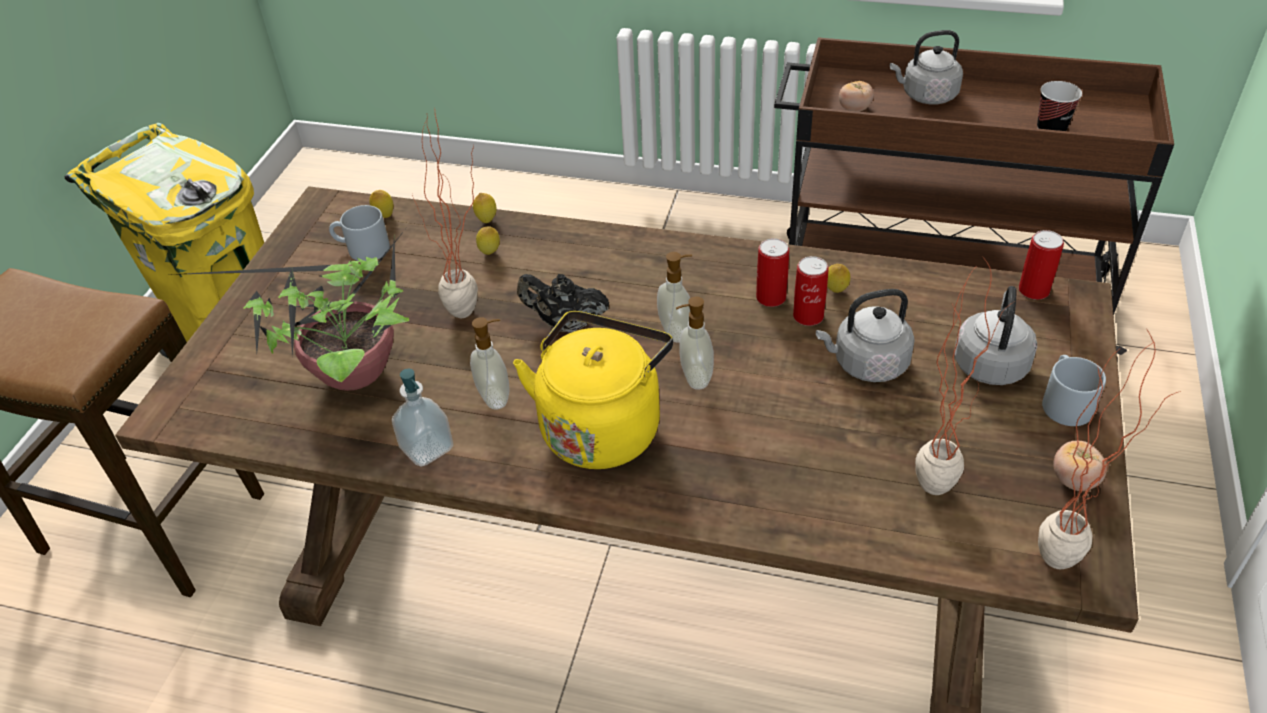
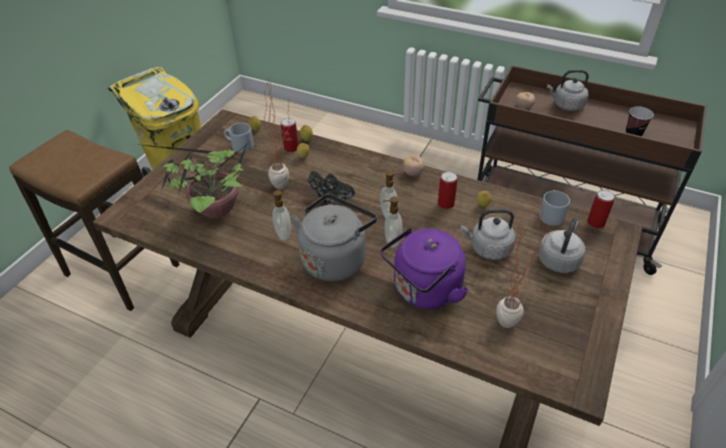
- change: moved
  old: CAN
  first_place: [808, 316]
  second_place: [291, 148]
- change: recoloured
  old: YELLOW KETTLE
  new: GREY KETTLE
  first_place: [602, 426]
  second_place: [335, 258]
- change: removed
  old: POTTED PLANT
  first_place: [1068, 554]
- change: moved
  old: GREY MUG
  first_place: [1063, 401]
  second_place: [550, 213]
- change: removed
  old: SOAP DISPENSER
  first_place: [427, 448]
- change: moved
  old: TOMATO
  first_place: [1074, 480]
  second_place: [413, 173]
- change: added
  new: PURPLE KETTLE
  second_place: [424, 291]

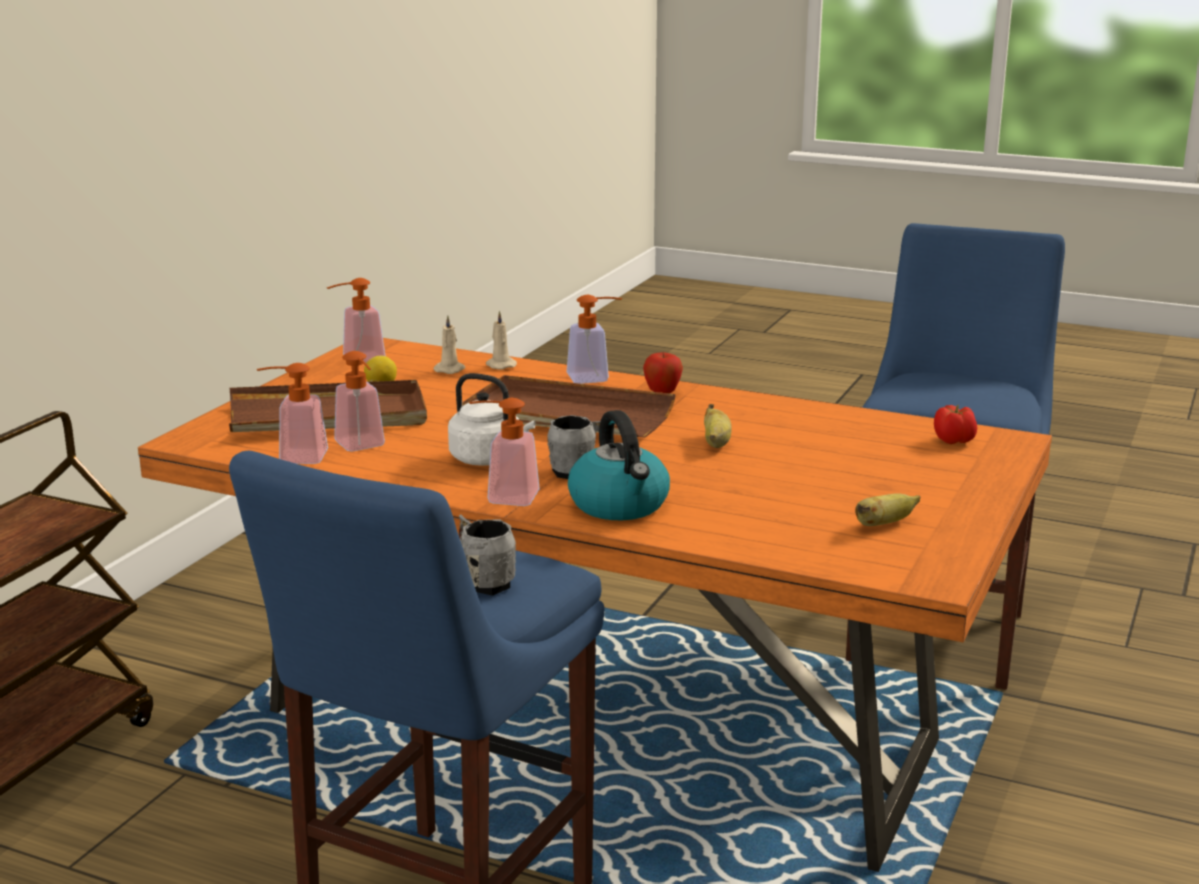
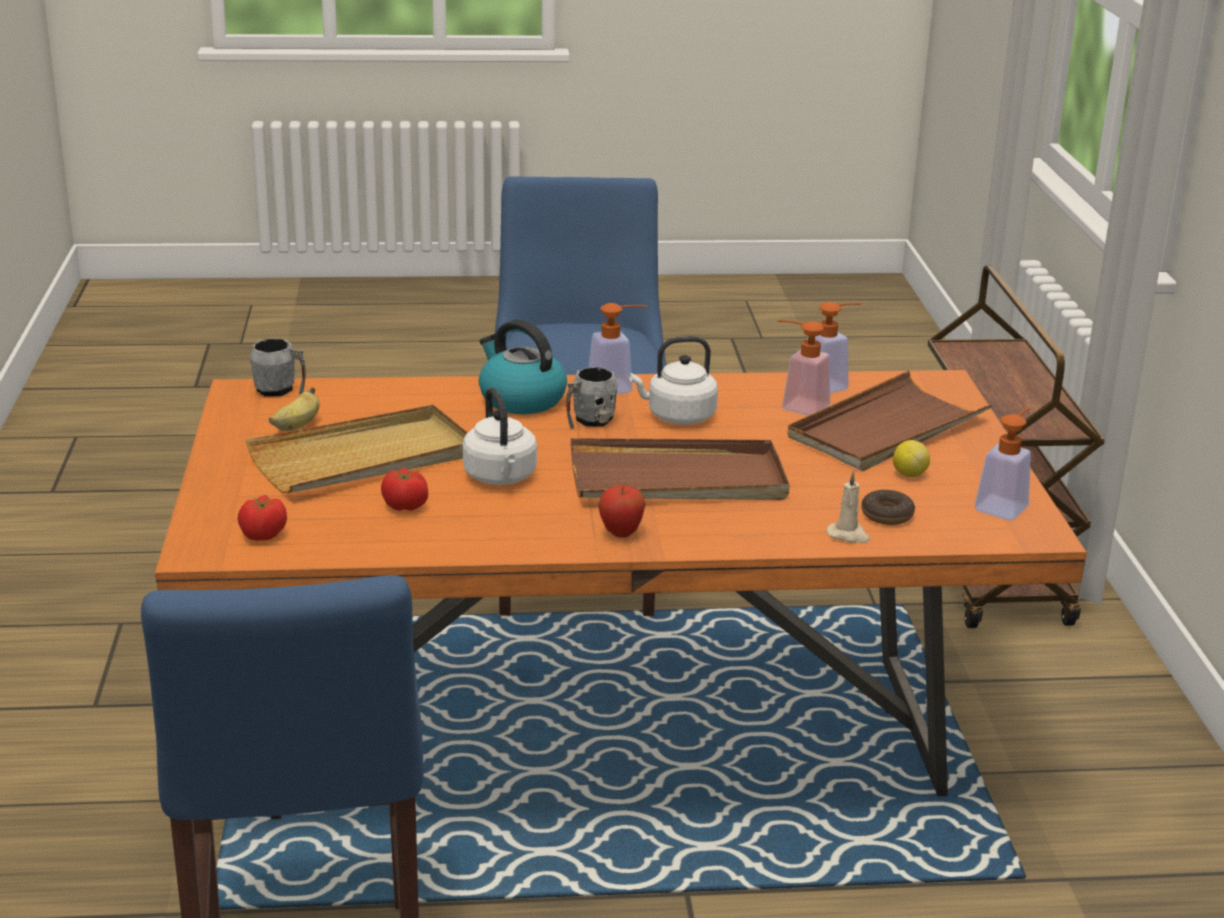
- change: removed
  old: SOAP DISPENSER
  first_place: [595, 378]
- change: replaced
  old: BEIGE CANDLE
  new: DONUT
  first_place: [450, 369]
  second_place: [887, 515]
- change: replaced
  old: BANANA
  new: WHITE KETTLE
  first_place: [716, 443]
  second_place: [501, 477]
- change: moved
  old: GREY MUG
  first_place: [483, 582]
  second_place: [280, 391]
- change: added
  new: BEIGE TRAY
  second_place: [365, 458]
- change: added
  new: TOMATO
  second_place: [405, 506]

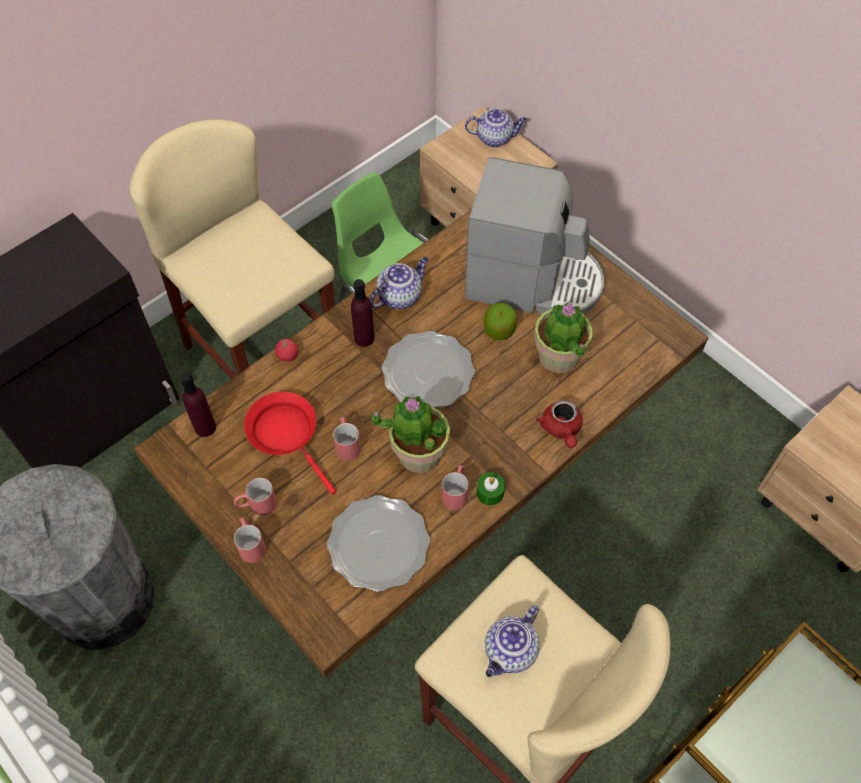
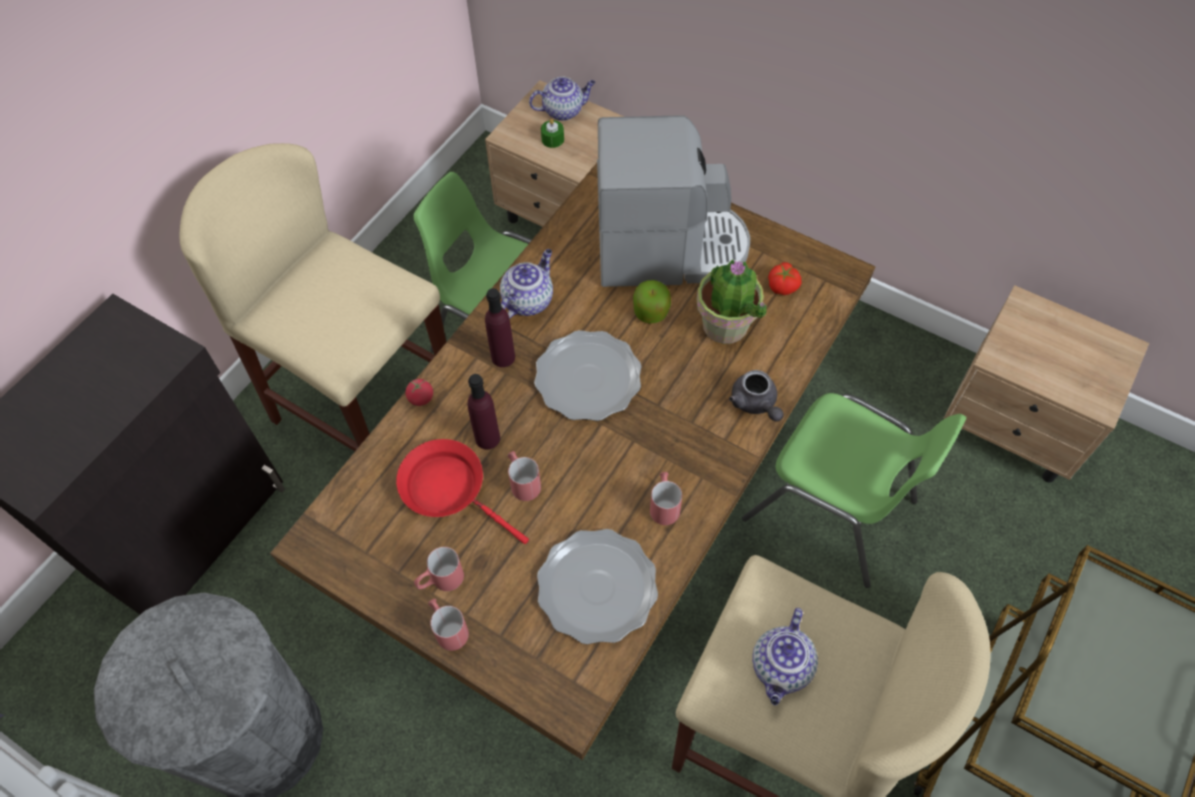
- change: moved
  old: PURPLE BOTTLE
  first_place: [205, 427]
  second_place: [487, 438]
- change: removed
  old: POTTED PLANT
  first_place: [418, 453]
- change: recoloured
  old: RED TEAPOT
  new: GREY TEAPOT
  first_place: [561, 429]
  second_place: [755, 404]
- change: moved
  old: GREEN CANDLE
  first_place: [490, 492]
  second_place: [552, 139]
- change: added
  new: TOMATO
  second_place: [783, 286]
- change: added
  new: GREEN CHAIR
  second_place: [832, 511]

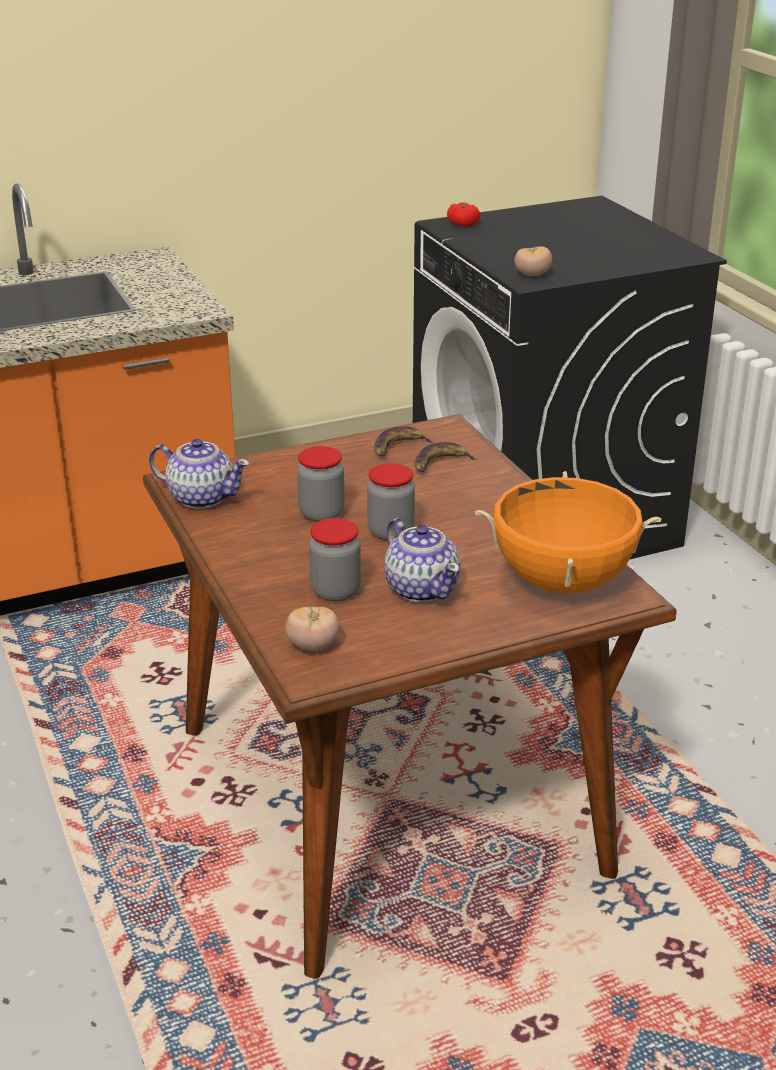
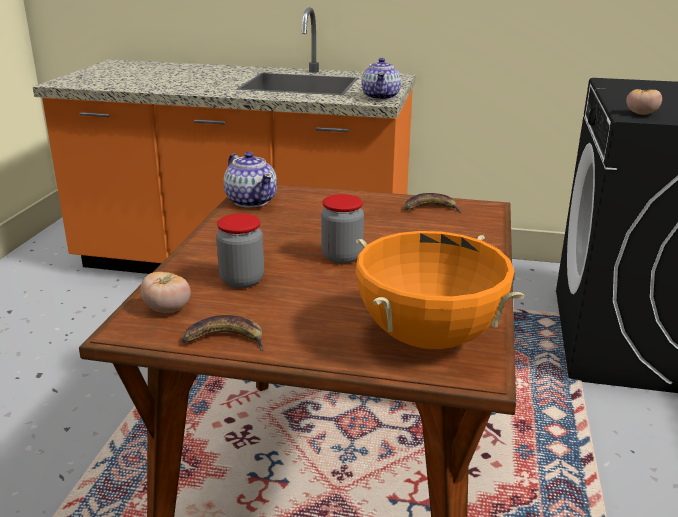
- change: removed
  old: TOMATO
  first_place: [463, 224]
- change: moved
  old: BANANA
  first_place: [440, 463]
  second_place: [224, 339]
- change: removed
  old: JAR
  first_place: [321, 514]
- change: moved
  old: TEAPOT
  first_place: [422, 588]
  second_place: [381, 97]

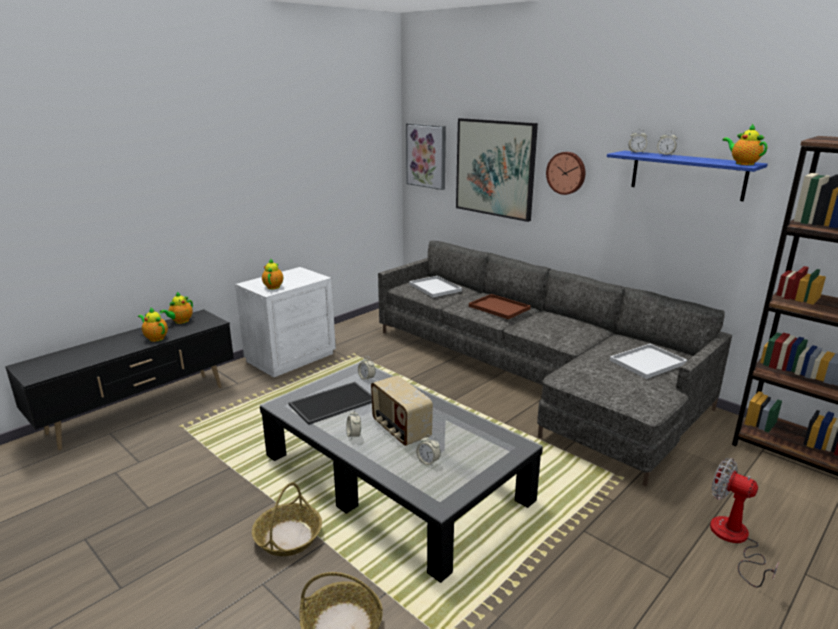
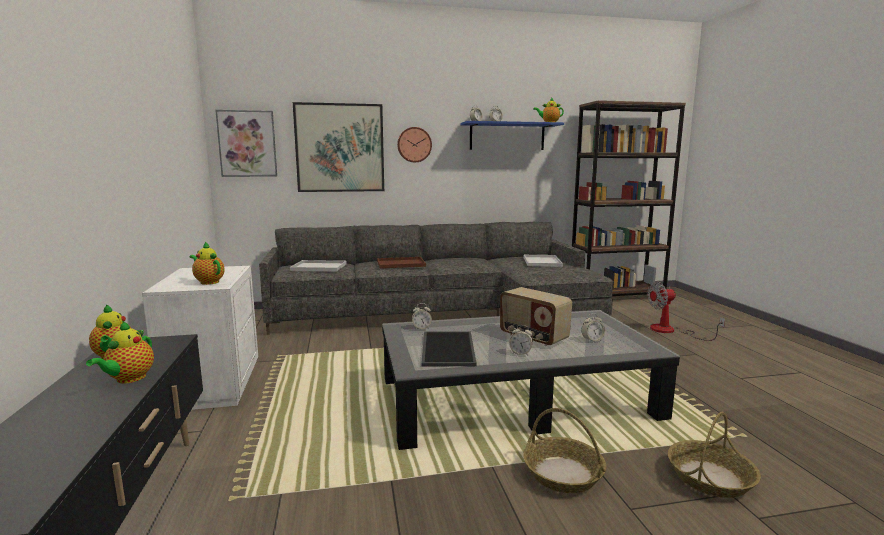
- change: turned
  old: TEAPOT
  first_place: [155, 338]
  second_place: [128, 379]
  degrees: -60
- change: turned
  old: RADIO
  first_place: [400, 430]
  second_place: [533, 337]
  degrees: 45

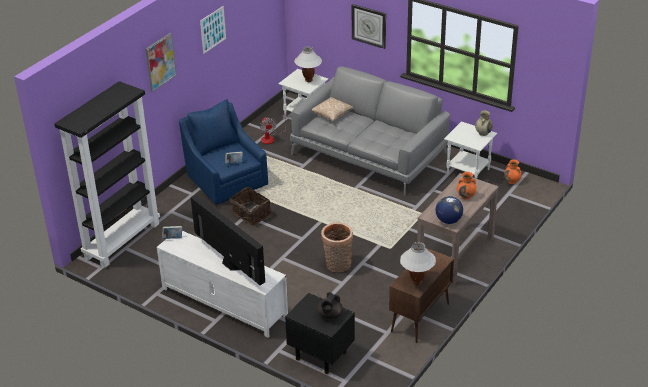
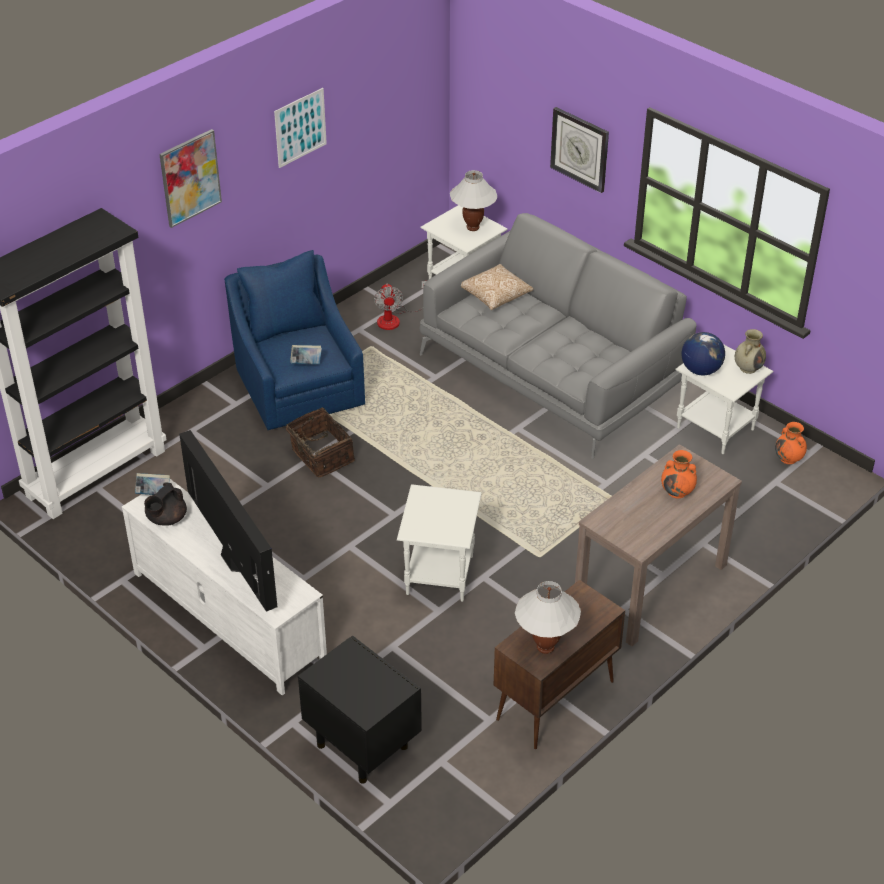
- change: moved
  old: GLOBE
  first_place: [448, 220]
  second_place: [700, 370]
- change: replaced
  old: BASKET
  new: WHITE SIDE TABLE
  first_place: [337, 266]
  second_place: [439, 576]
- change: moved
  old: BLACK TEAPOT
  first_place: [329, 315]
  second_place: [166, 519]

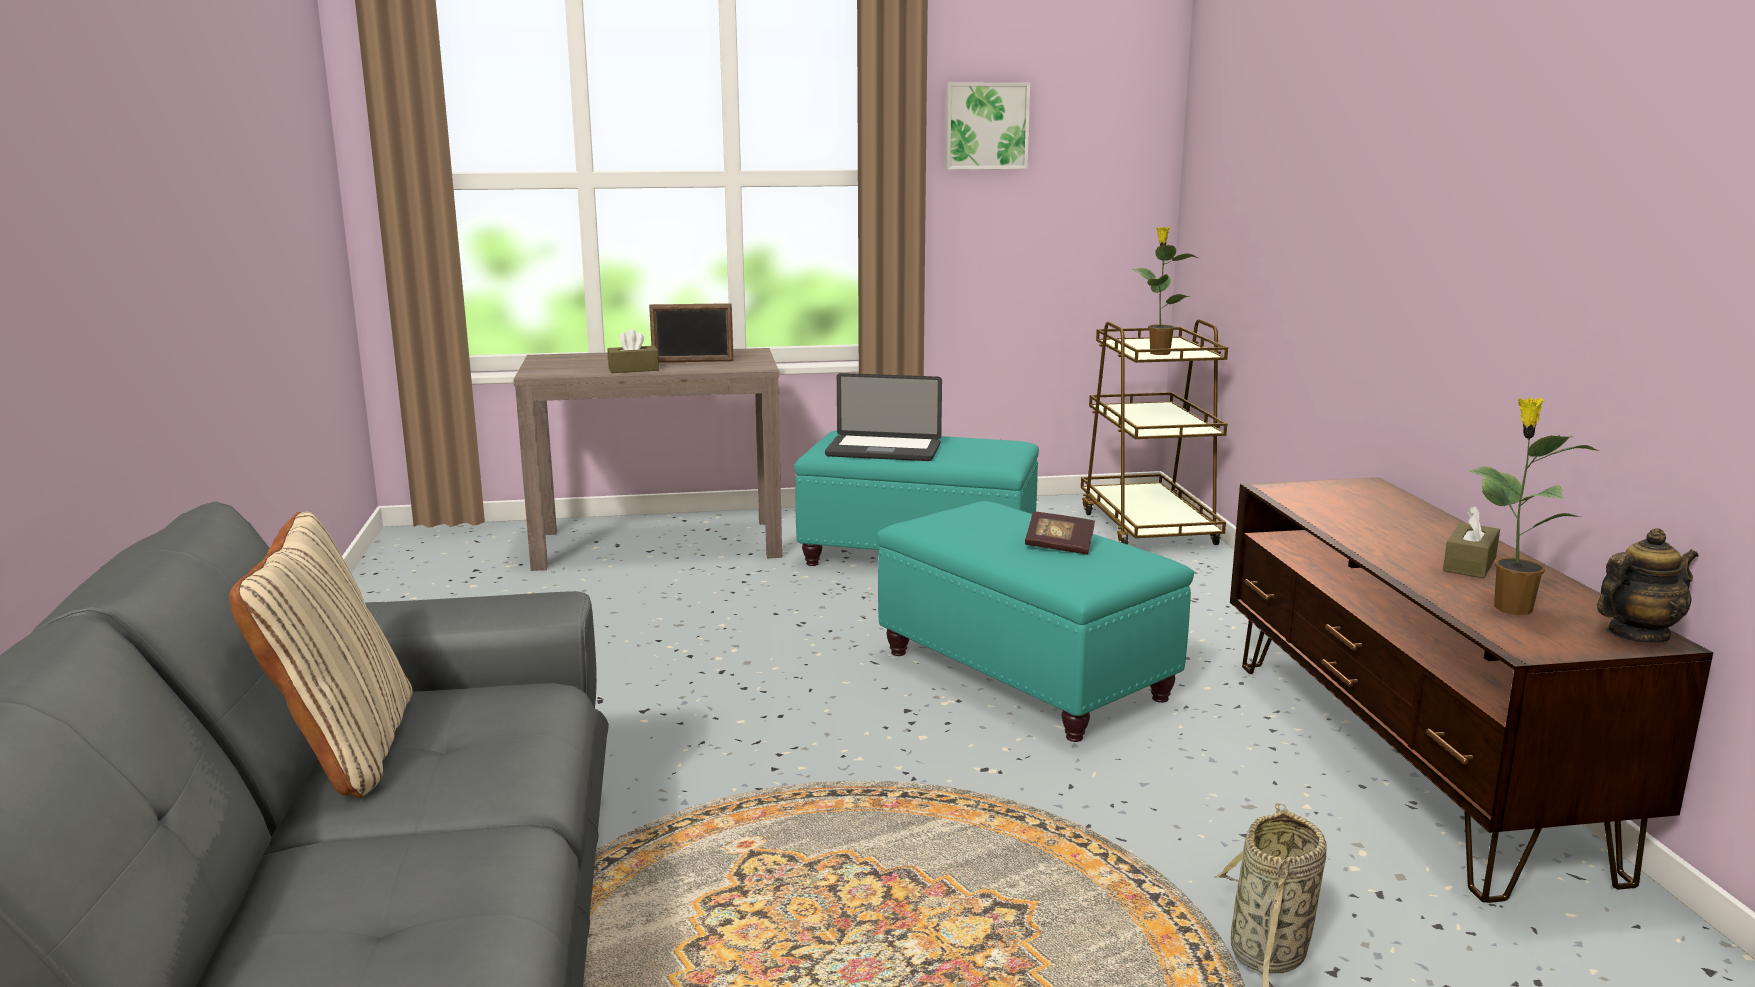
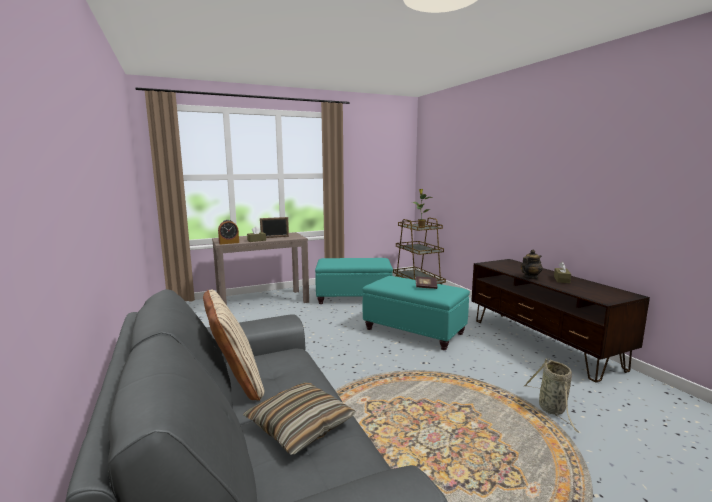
- change: removed
  old: PICTURE
  first_place: [986, 126]
- change: removed
  old: LAPTOP
  first_place: [883, 450]
- change: removed
  old: POTTED PLANT
  first_place: [1510, 607]
- change: moved
  old: TEAPOT
  first_place: [1636, 634]
  second_place: [530, 277]
- change: added
  new: ALARM CLOCK
  second_place: [229, 243]
- change: added
  new: PILLOW
  second_place: [300, 426]

